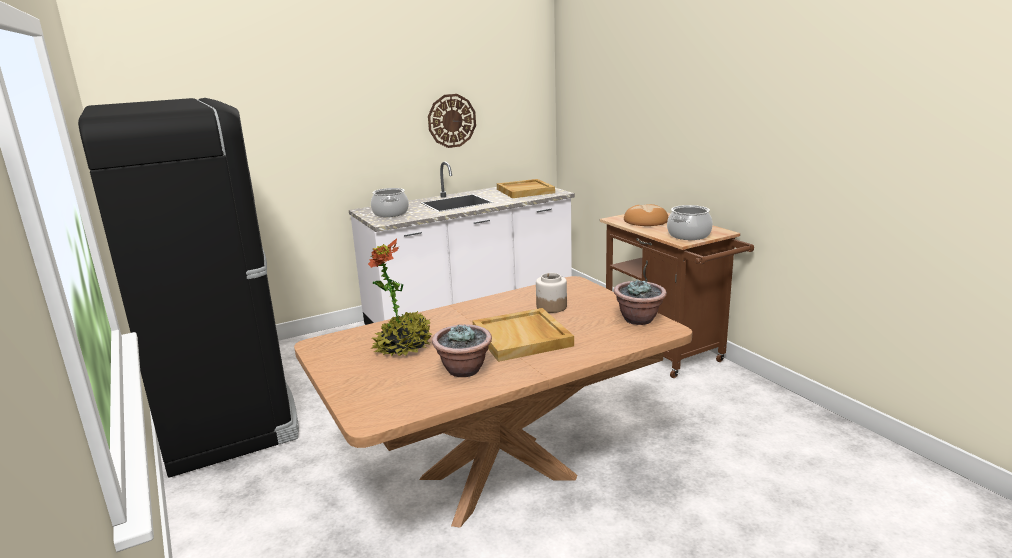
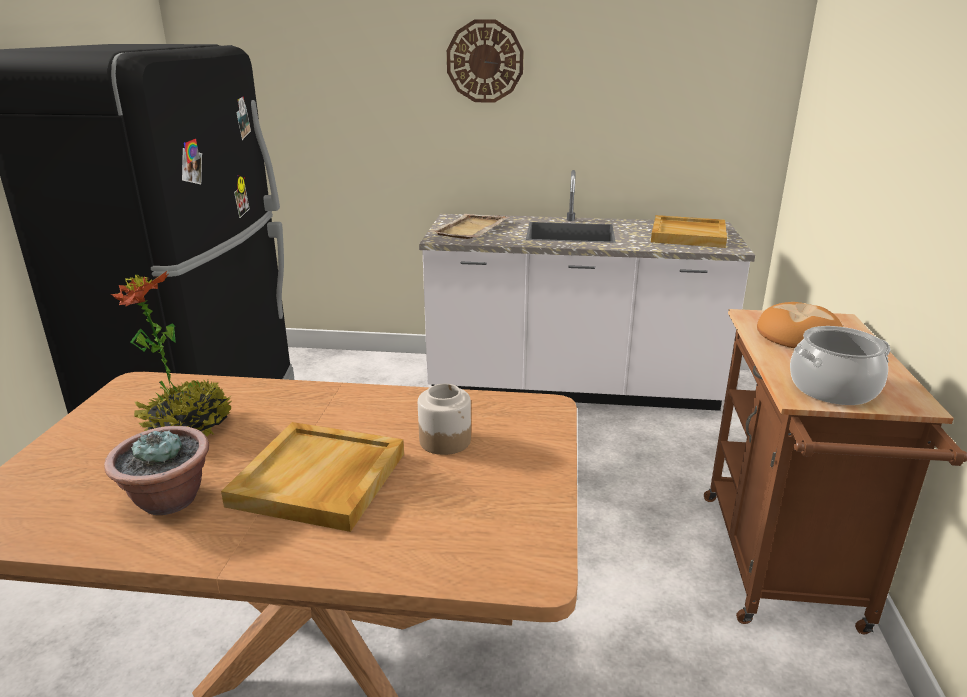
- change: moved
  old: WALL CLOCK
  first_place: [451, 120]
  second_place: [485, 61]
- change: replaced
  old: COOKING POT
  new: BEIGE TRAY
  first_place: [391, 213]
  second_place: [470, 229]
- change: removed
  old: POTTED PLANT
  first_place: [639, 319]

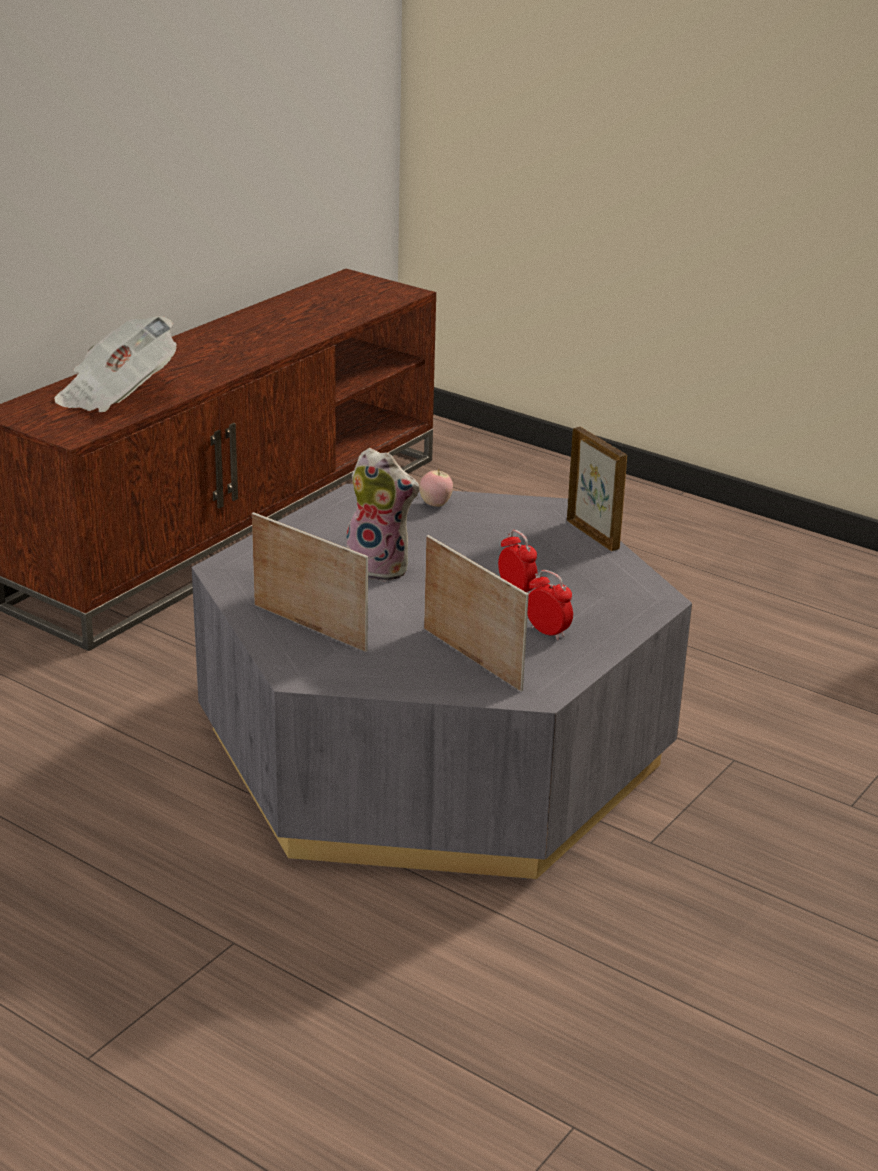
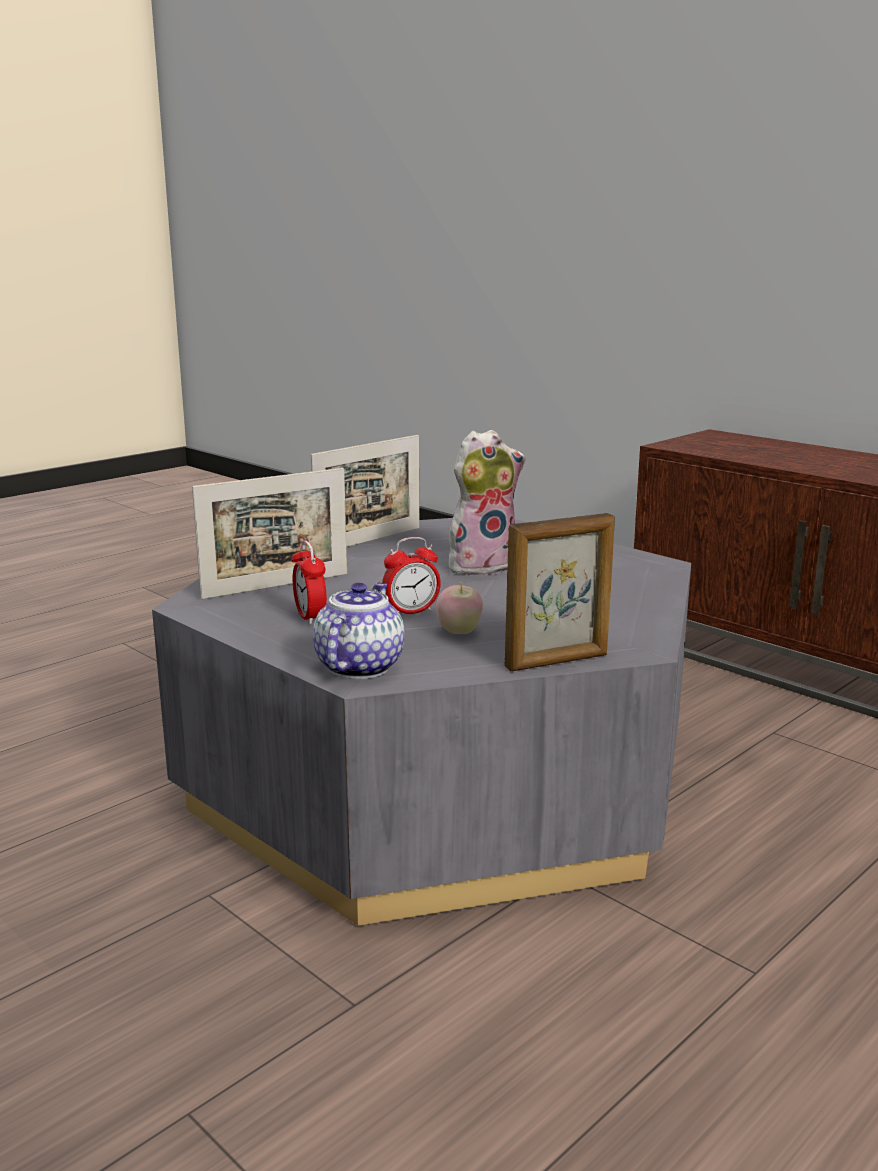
- change: removed
  old: NEWSPAPER
  first_place: [117, 396]
- change: turned
  old: PLUSH TOY
  first_place: [381, 567]
  second_place: [482, 565]
  degrees: -150
- change: moved
  old: APPLE
  first_place: [435, 504]
  second_place: [459, 632]
- change: turned
  old: ALARM CLOCK
  first_place: [547, 632]
  second_place: [310, 617]
  degrees: 105
- change: added
  new: TEAPOT
  second_place: [359, 666]

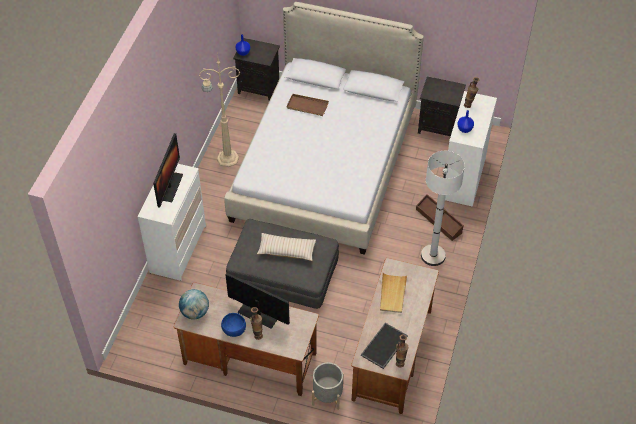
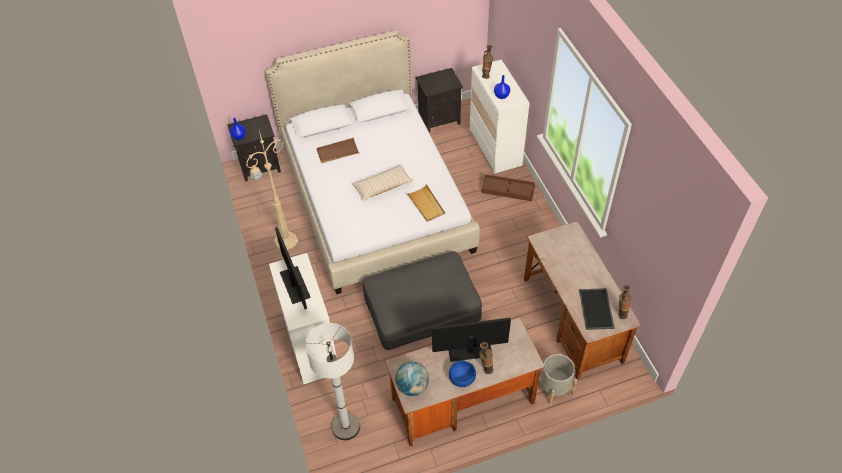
- change: moved
  old: WHITE FLOOR LAMP
  first_place: [433, 255]
  second_place: [345, 426]
- change: moved
  old: BEIGE PILLOW
  first_place: [286, 250]
  second_place: [382, 186]
- change: moved
  old: BEIGE TRAY
  first_place: [392, 294]
  second_place: [426, 204]

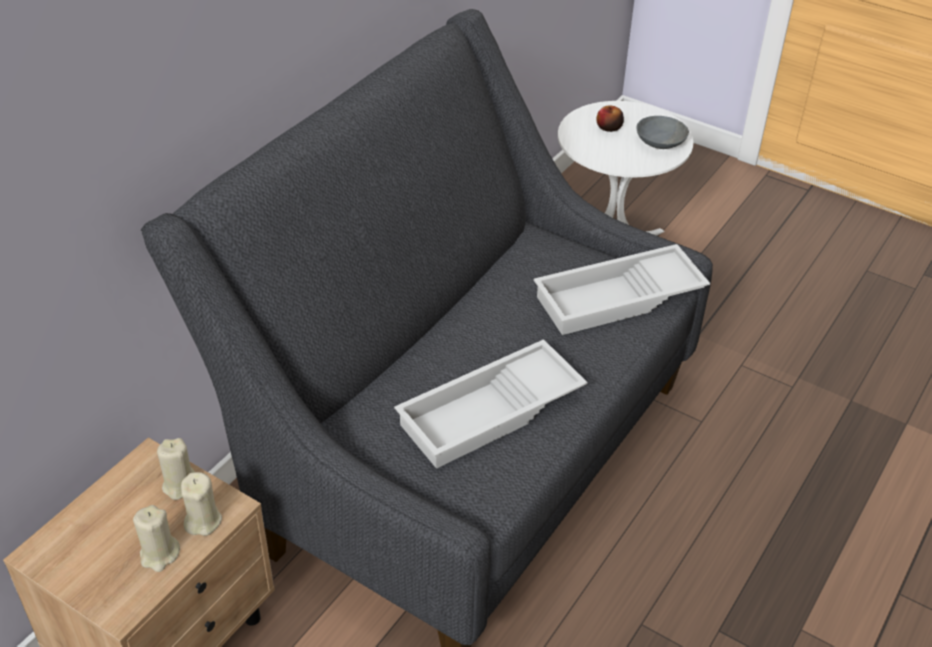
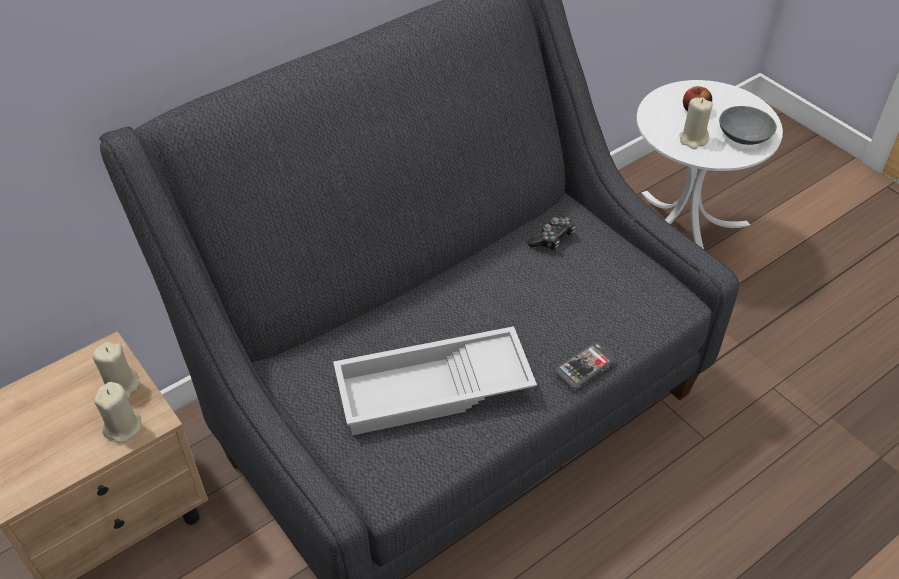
- change: removed
  old: WHITE TRAY
  first_place: [619, 300]
- change: moved
  old: BEIGE CANDLE
  first_place: [159, 554]
  second_place: [693, 139]
- change: added
  new: GAME CONTROLLER
  second_place: [552, 239]
- change: added
  new: PHONE
  second_place: [584, 367]

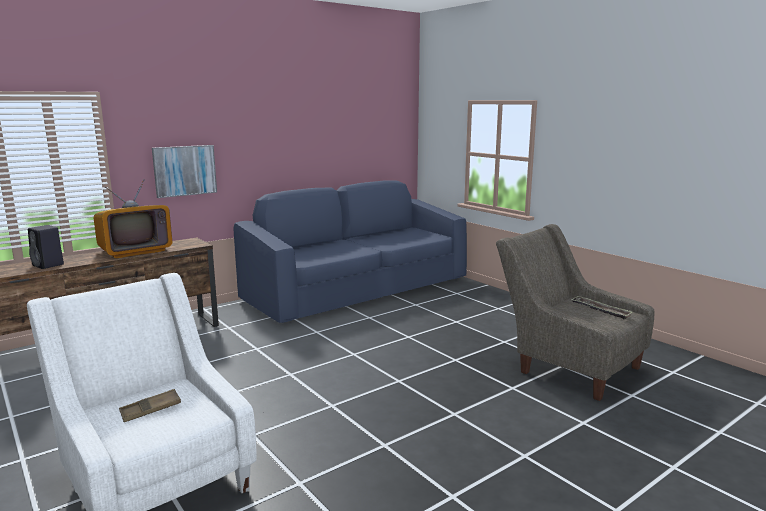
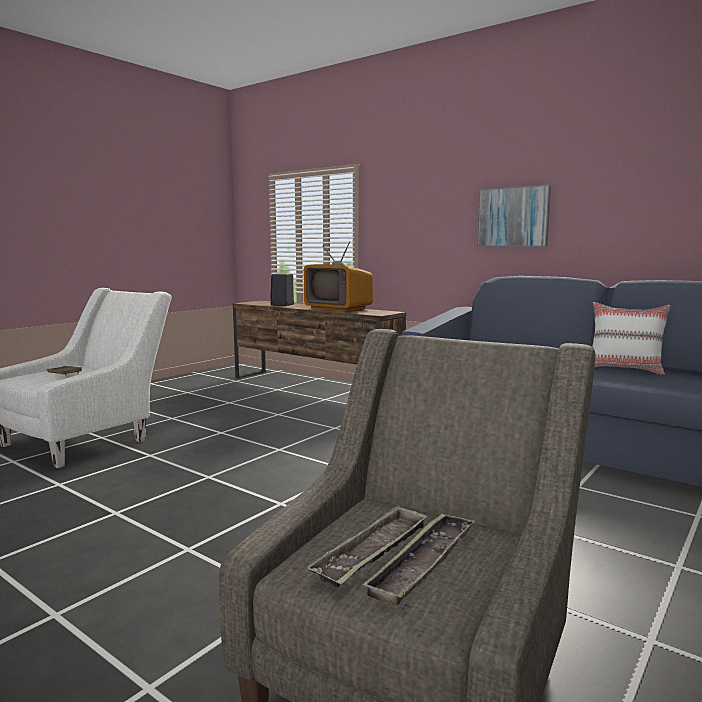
- change: moved
  old: PICTURE
  first_place: [185, 170]
  second_place: [513, 217]
- change: added
  new: WHITE PILLOW
  second_place: [625, 369]
- change: added
  new: TRAY
  second_place: [373, 552]

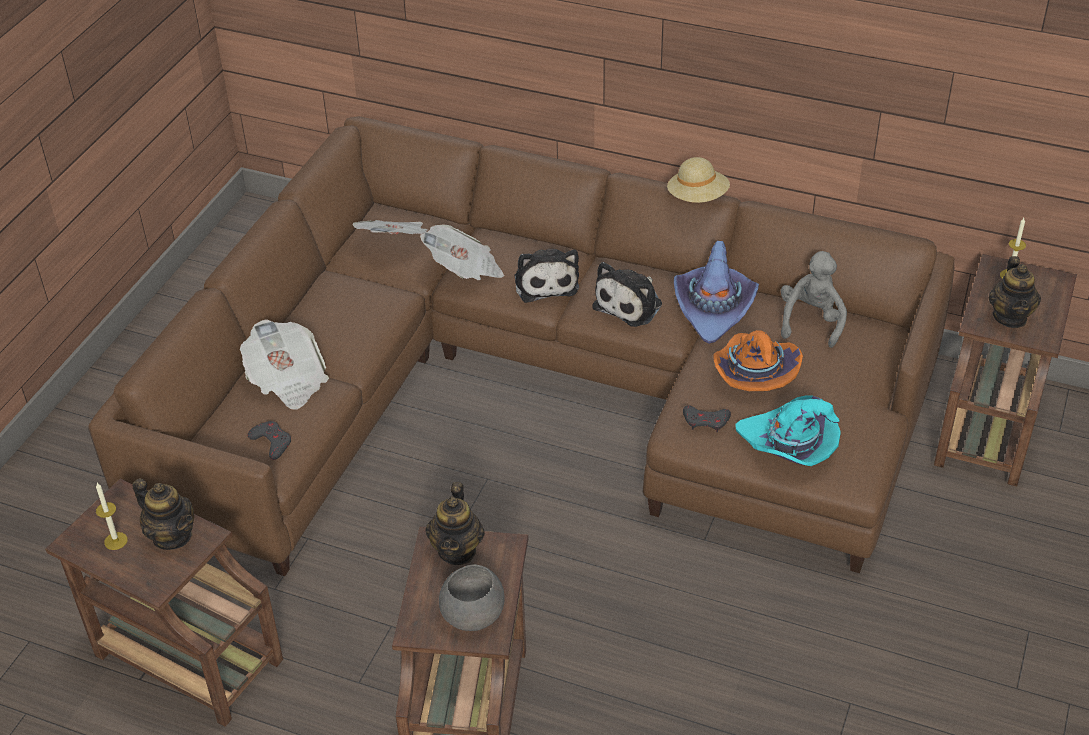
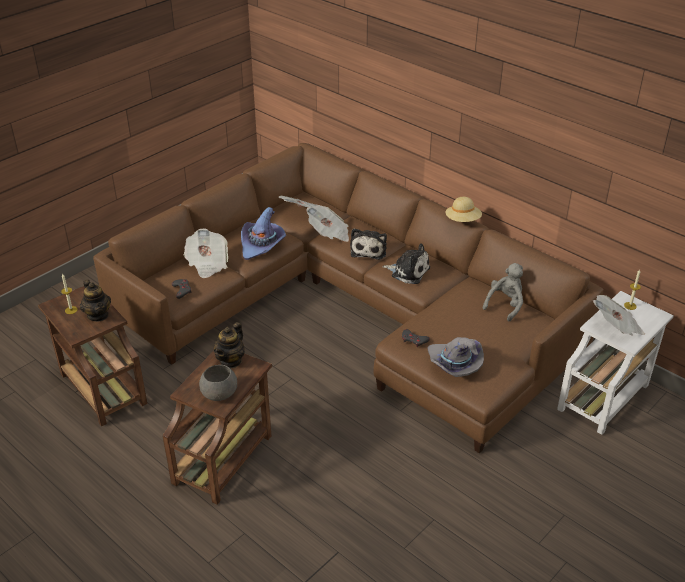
- change: moved
  old: PURPLE HAT
  first_place: [714, 308]
  second_place: [262, 244]
- change: recoloured
  old: BROWN SIDE TABLE
  new: WHITE SIDE TABLE
  first_place: [989, 423]
  second_place: [605, 396]
- change: replaced
  old: TEAPOT
  new: NEWSPAPER
  first_place: [1010, 317]
  second_place: [616, 327]
- change: turned
  old: PLUSH TOY
  first_place: [630, 304]
  second_place: [408, 271]
  degrees: -120
- change: removed
  old: ORANGE HAT
  first_place: [753, 372]
- change: recoloured
  old: TURQUOISE HAT
  new: GREY HAT
  first_place: [790, 444]
  second_place: [454, 364]

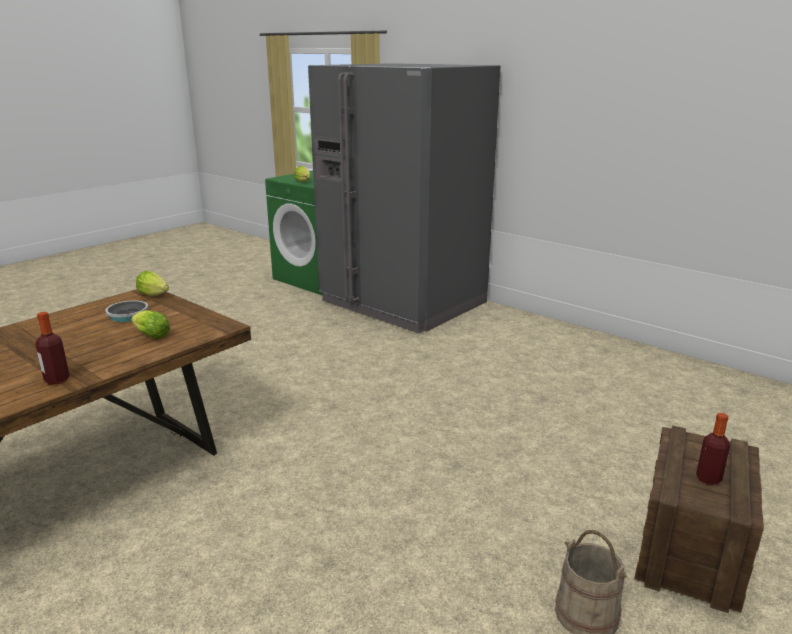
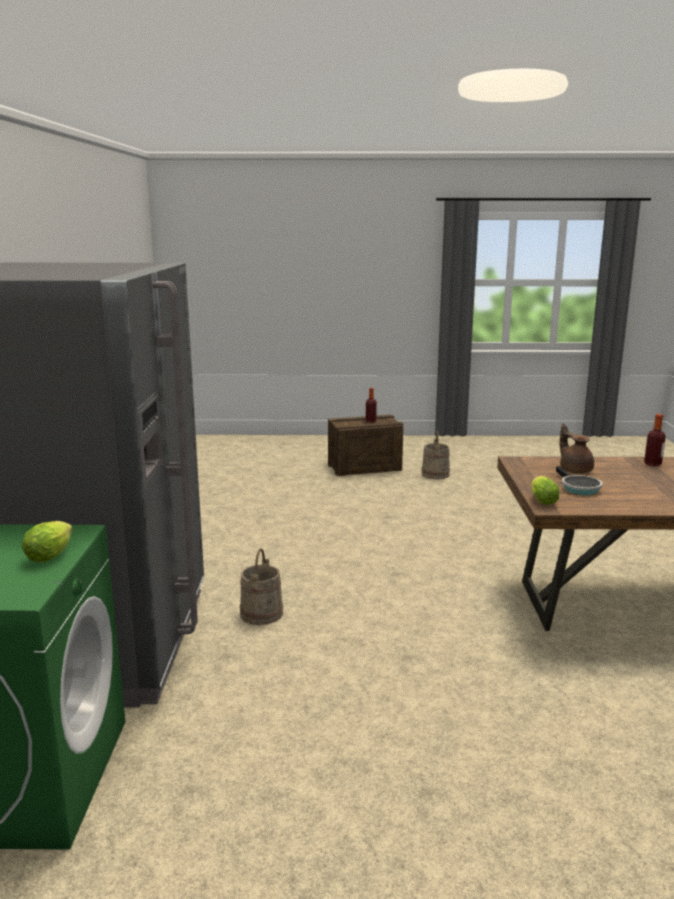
- change: replaced
  old: LETTUCE
  new: BROWN TEAPOT
  first_place: [150, 336]
  second_place: [575, 470]
- change: added
  new: BEIGE BUCKET
  second_place: [261, 613]

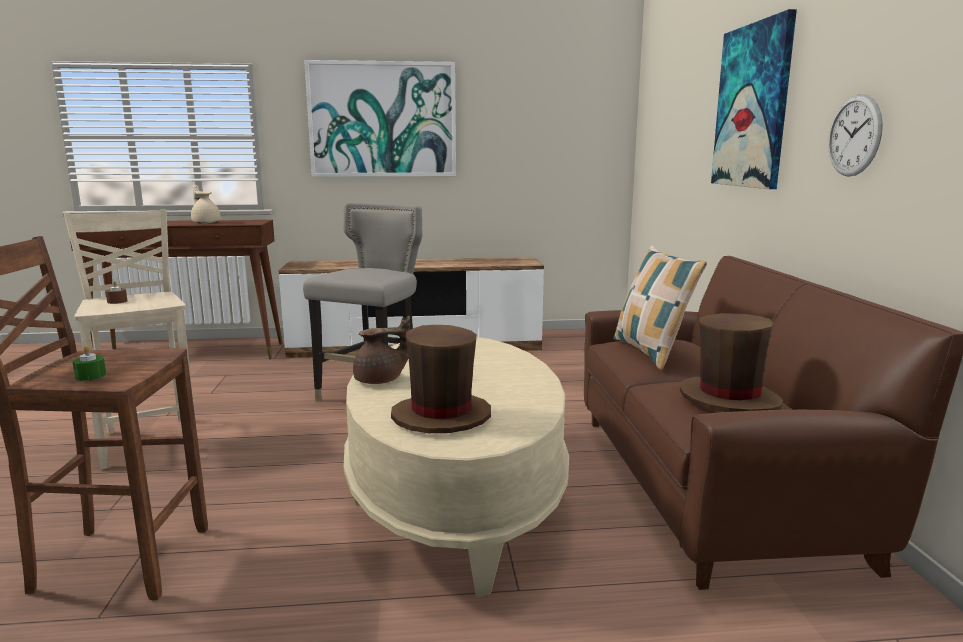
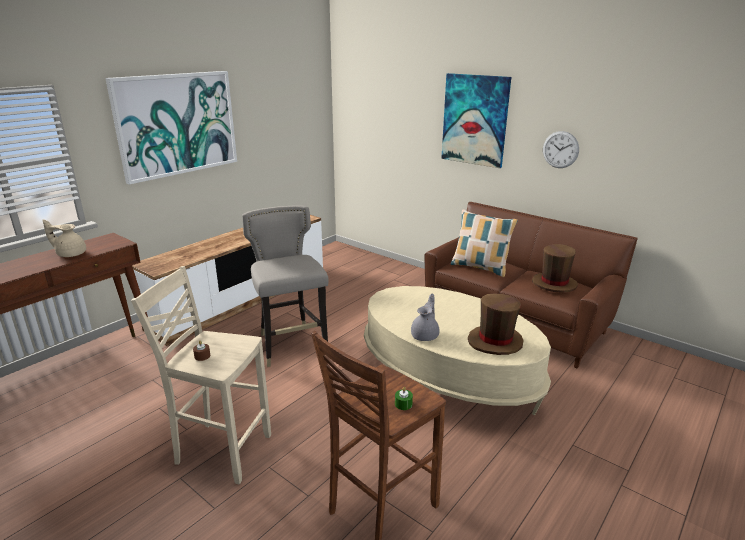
- change: recoloured
  old: BROWN TEAPOT
  new: GREY TEAPOT
  first_place: [380, 380]
  second_place: [425, 335]

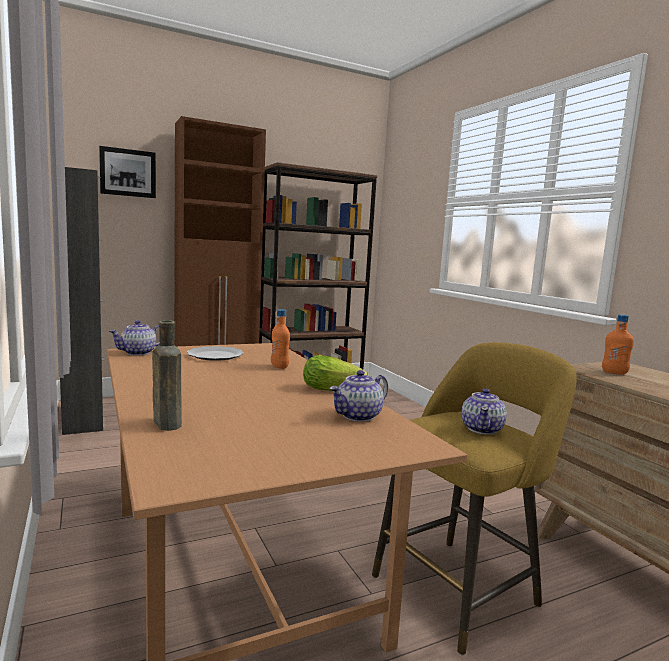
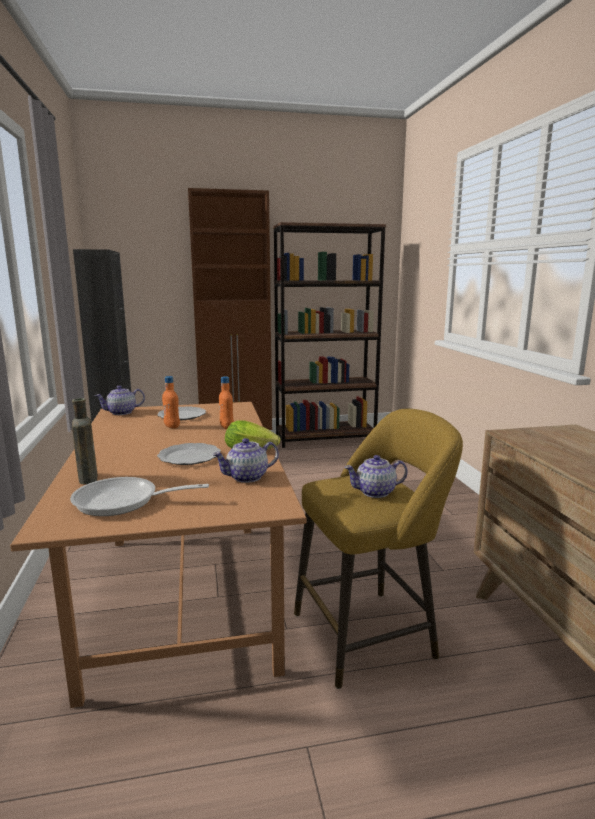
- change: removed
  old: PICTURE
  first_place: [128, 173]
- change: moved
  old: ORANGE BOTTLE
  first_place: [614, 373]
  second_place: [172, 426]
- change: turned
  old: TEAPOT
  first_place: [482, 429]
  second_place: [376, 492]
  degrees: 45
- change: added
  new: PLATE
  second_place: [190, 456]
- change: added
  new: FRYING PAN
  second_place: [123, 502]

